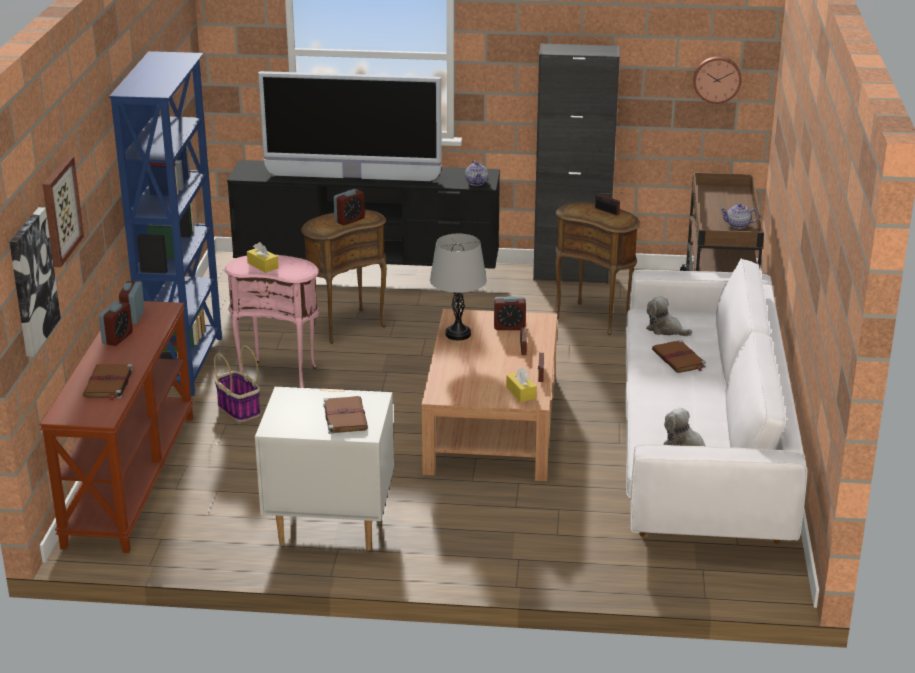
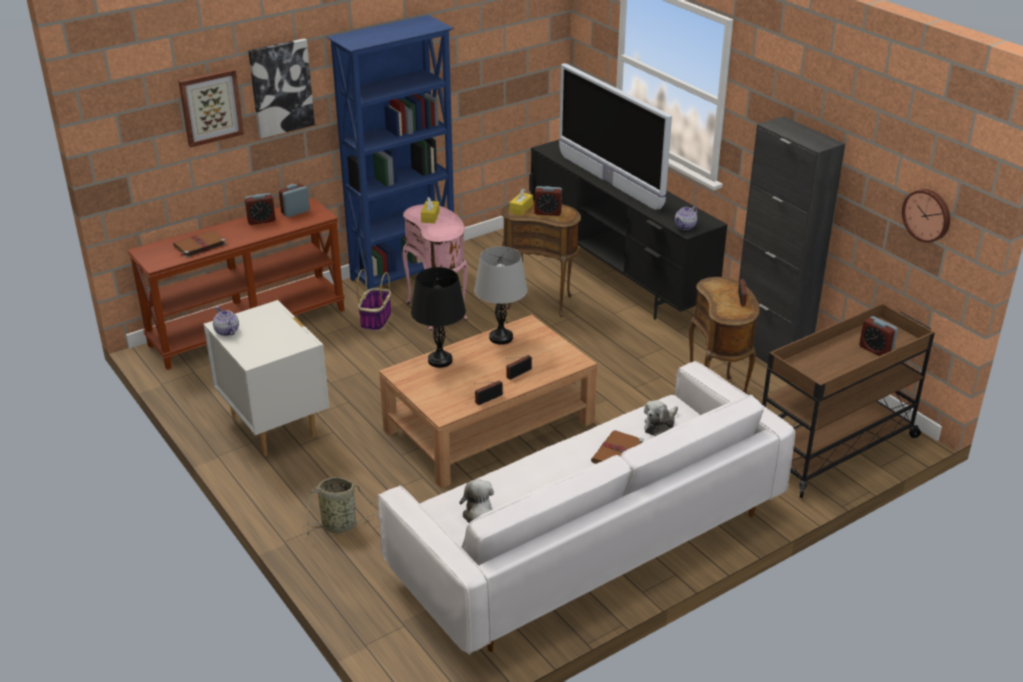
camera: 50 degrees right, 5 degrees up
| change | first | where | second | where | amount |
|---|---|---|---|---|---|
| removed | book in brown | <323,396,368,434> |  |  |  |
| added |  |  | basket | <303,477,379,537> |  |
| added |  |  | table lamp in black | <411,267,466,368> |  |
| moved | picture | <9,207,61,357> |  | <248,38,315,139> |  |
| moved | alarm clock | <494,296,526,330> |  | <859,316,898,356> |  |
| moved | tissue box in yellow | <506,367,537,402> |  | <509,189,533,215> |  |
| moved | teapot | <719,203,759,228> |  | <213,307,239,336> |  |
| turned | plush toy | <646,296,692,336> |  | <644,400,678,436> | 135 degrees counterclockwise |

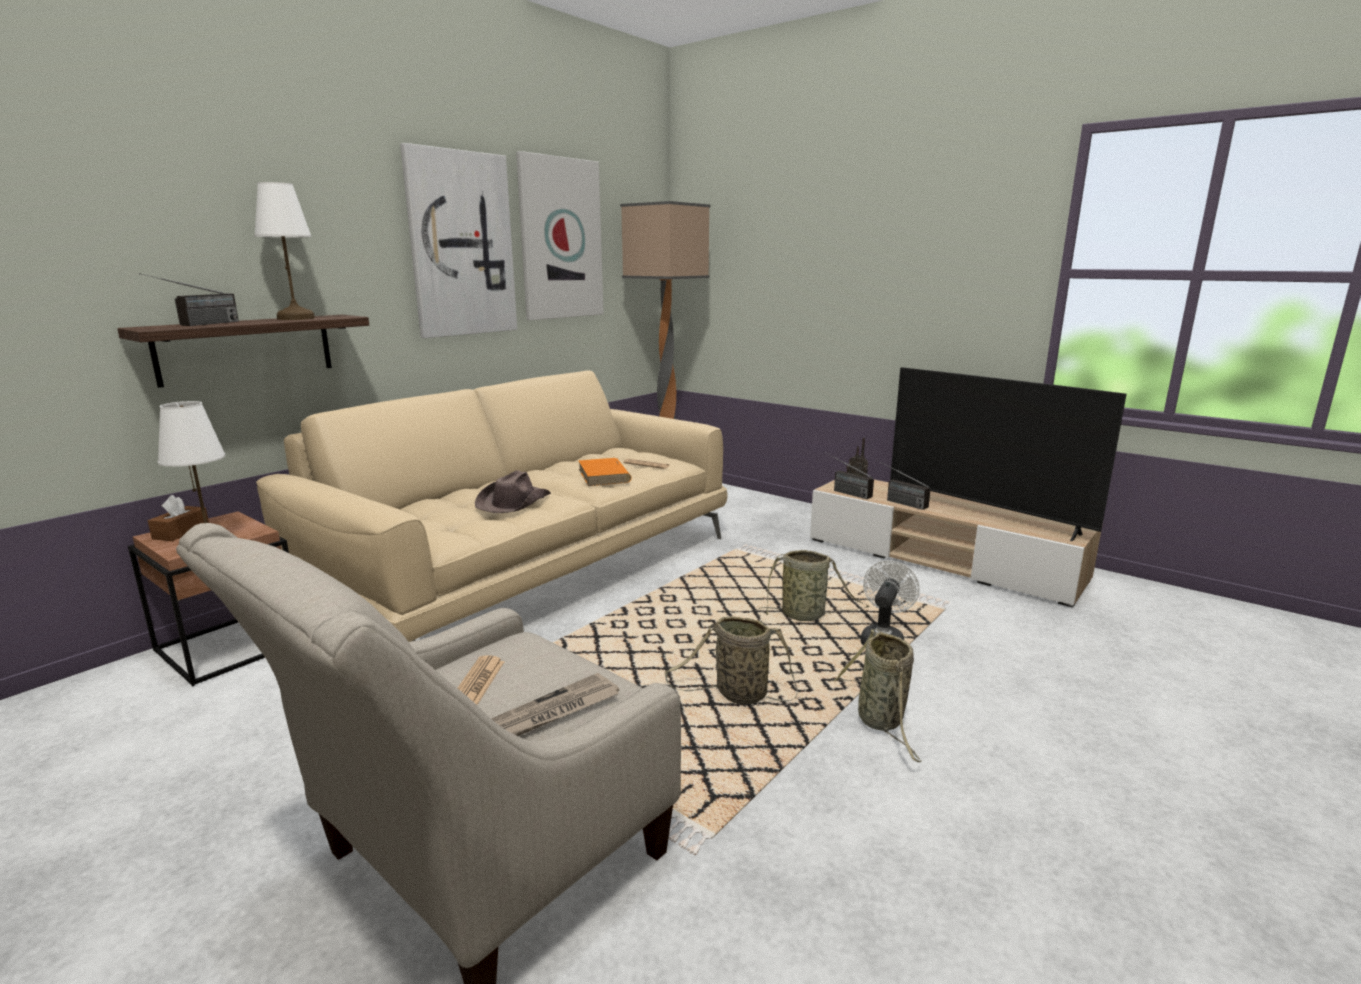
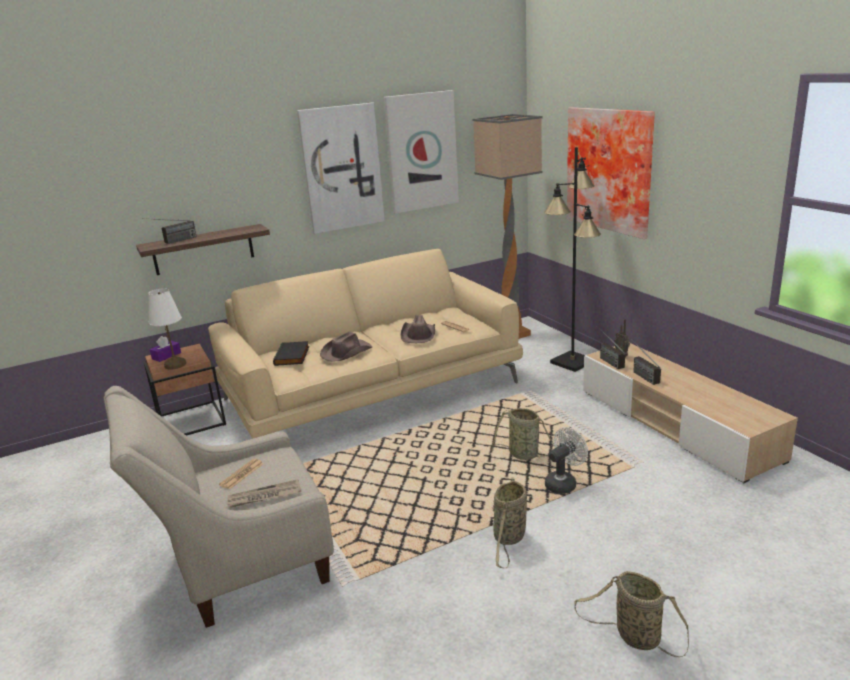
camera: 25 degrees right, 5 degrees up
| change | first | where | second | where | amount |
|---|---|---|---|---|---|
| removed | table lamp in white | <254,182,315,320> |  |  |  |
| removed | television | <890,367,1127,541> |  |  |  |
| added |  |  | book in black | <273,341,309,366> |  |
| added |  |  | floor lamp in black | <544,147,601,372> |  |
| added |  |  | picture | <567,107,655,239> |  |
| moved | basket | <665,616,797,704> |  | <574,571,689,657> |  |
| replaced | book in orange | <578,458,631,486> | hat in brown | <400,315,435,343> |  |
| recoloured | tissue box in brown | <148,495,209,541> | tissue box in purple | <150,336,181,362> |  |

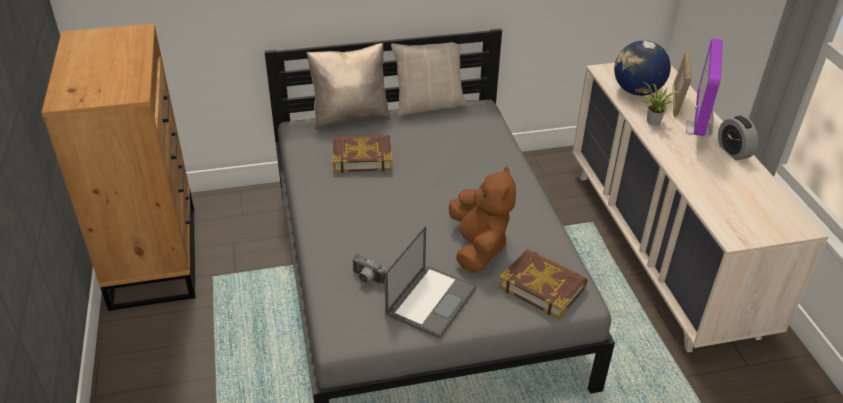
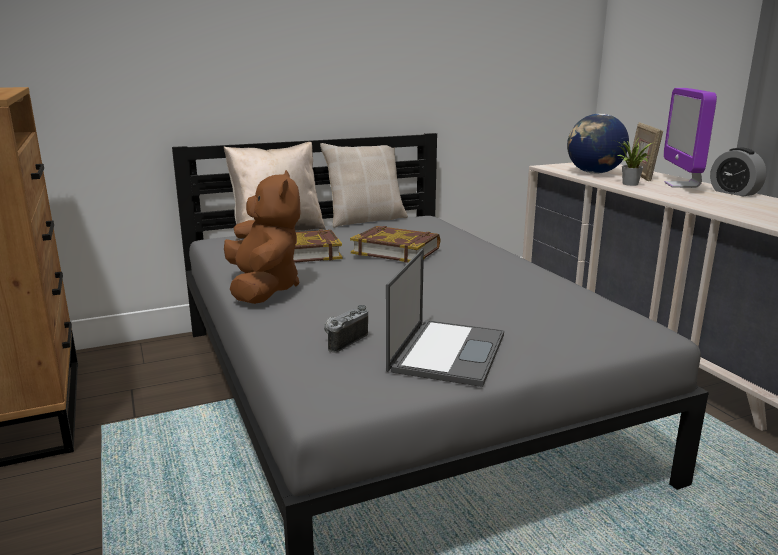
camera: 10 degrees left, 20 degrees down
| change | first | where | second | where | amount |
|---|---|---|---|---|---|
| moved | plush toy in brown | <449,166,516,273> |  | <224,170,300,304> |  |
| moved | book | <499,249,588,319> |  | <350,226,440,263> |  |
| turned | photo camera | <352,253,385,284> |  | <324,305,368,353> | 105 degrees clockwise |

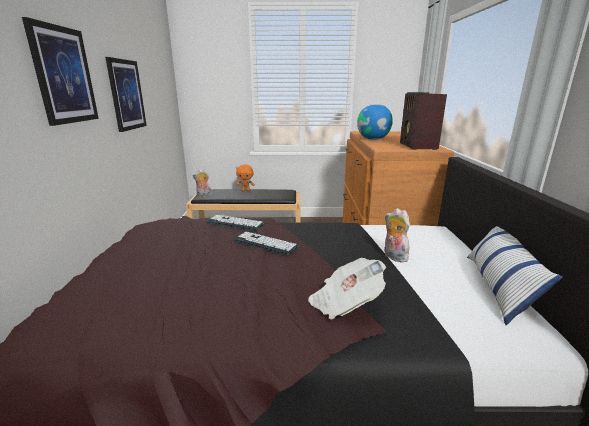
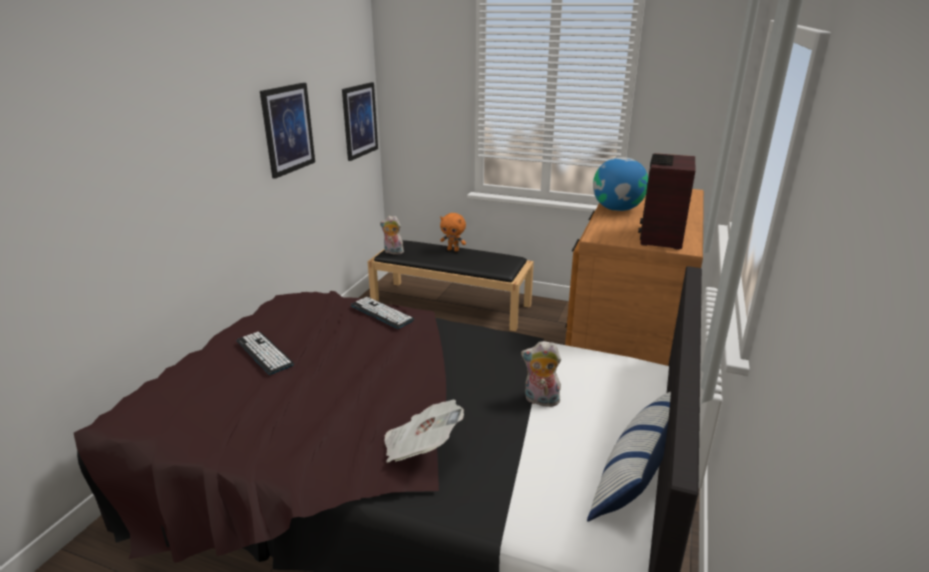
camera: 20 degrees right, 5 degrees up
| change | first | where | second | where | amount |
|---|---|---|---|---|---|
| moved | picture | <22,17,99,126> |  | <342,82,378,161> |  |
| moved | keyboard | <234,231,299,255> |  | <236,331,294,375> |  |
| turned | plush toy | <384,208,410,262> |  | <521,341,562,407> | 60 degrees counterclockwise |

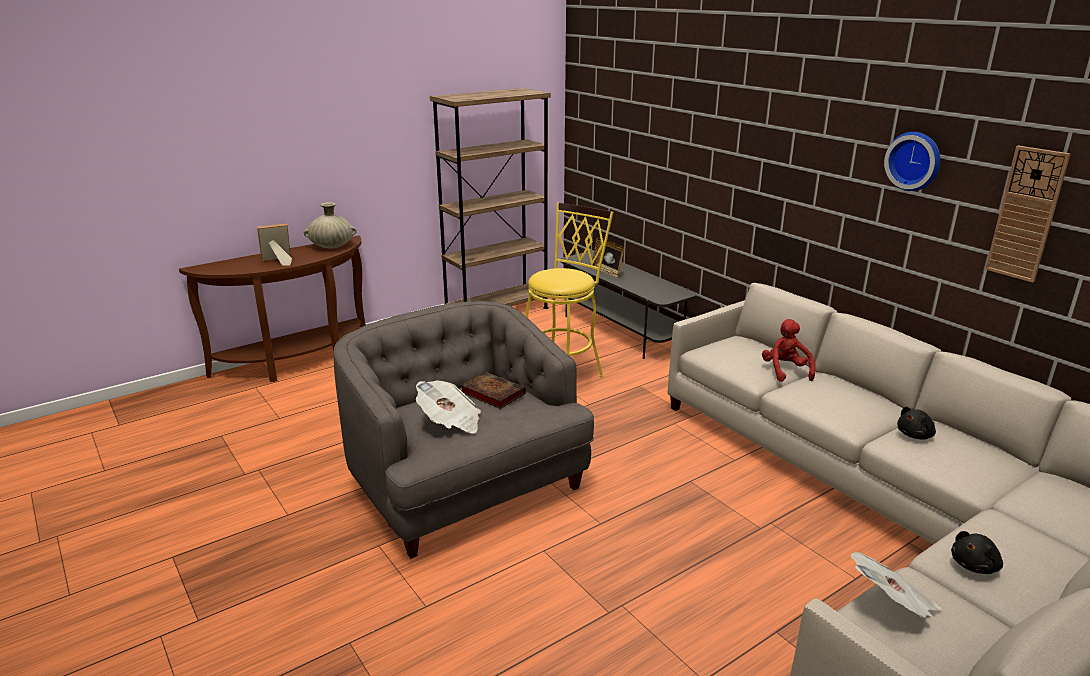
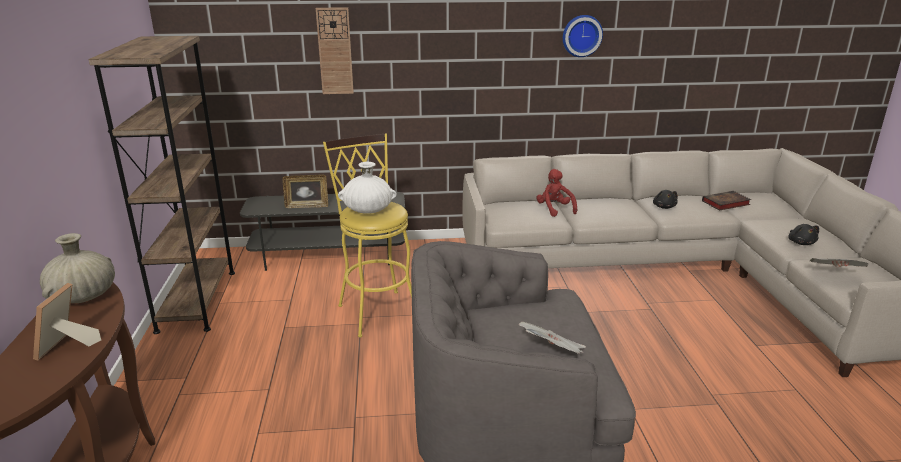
camera: 60 degrees left, 0 degrees up
| change | first | where | second | where | amount |
|---|---|---|---|---|---|
| added |  |  | vase in white | <338,162,397,214> |  |
| moved | book | <460,372,526,409> |  | <702,191,751,211> |  |
| moved | wall clock | <985,146,1071,283> |  | <316,7,354,94> |  |
| turned | plush toy in red | <762,319,815,382> |  | <536,169,577,217> | 45 degrees clockwise |

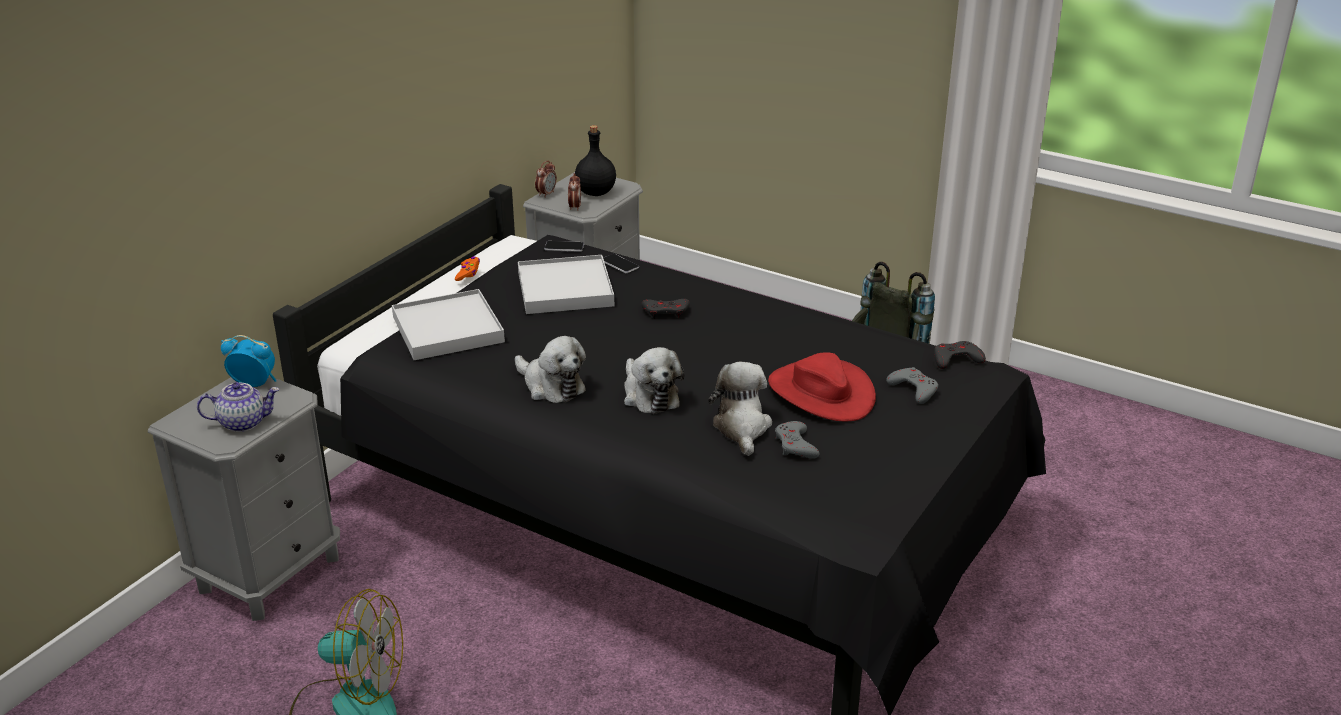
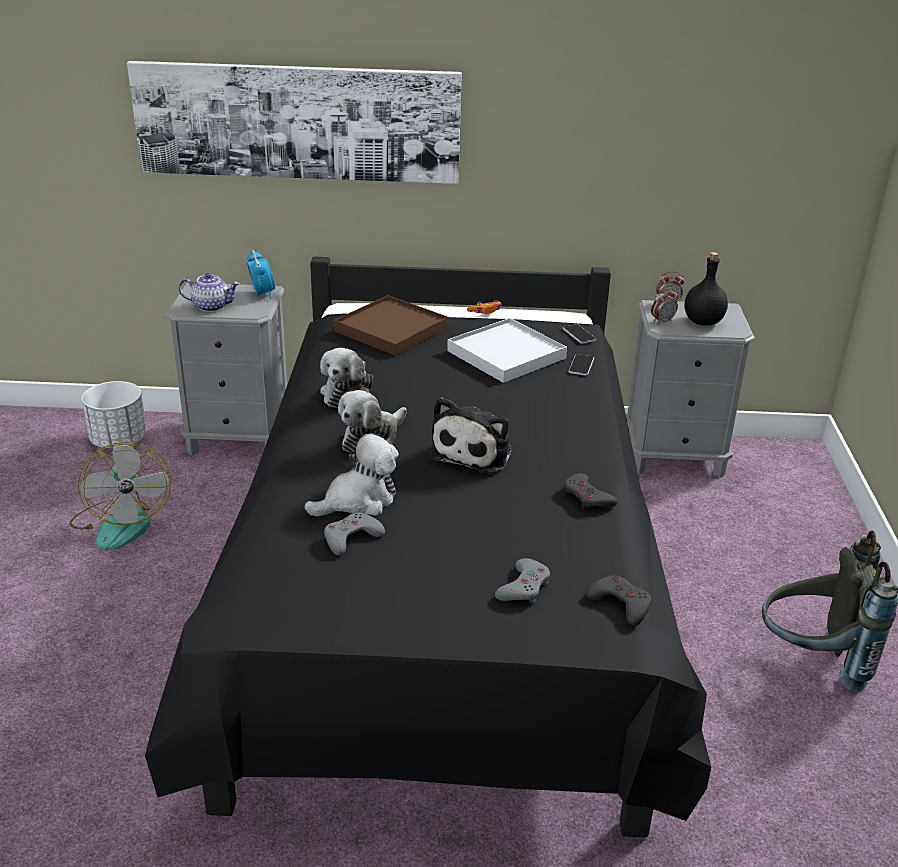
camera: 60 degrees right, 0 degrees up
| change | first | where | second | where | amount |
|---|---|---|---|---|---|
| removed | hat in red | <768,352,876,421> |  |  |  |
| added |  |  | planter in white | <82,381,147,448> |  |
| added |  |  | picture | <127,61,462,184> |  |
| added |  |  | plush toy | <429,397,512,473> |  |
| moved | game controller in grey | <641,299,690,319> |  | <564,473,618,509> |  |
| recoloured | tray in white | <392,289,505,360> | tray in brown | <334,295,449,356> |  |
| turned | teapot | <197,382,279,432> |  | <179,273,240,312> | 45 degrees counterclockwise |

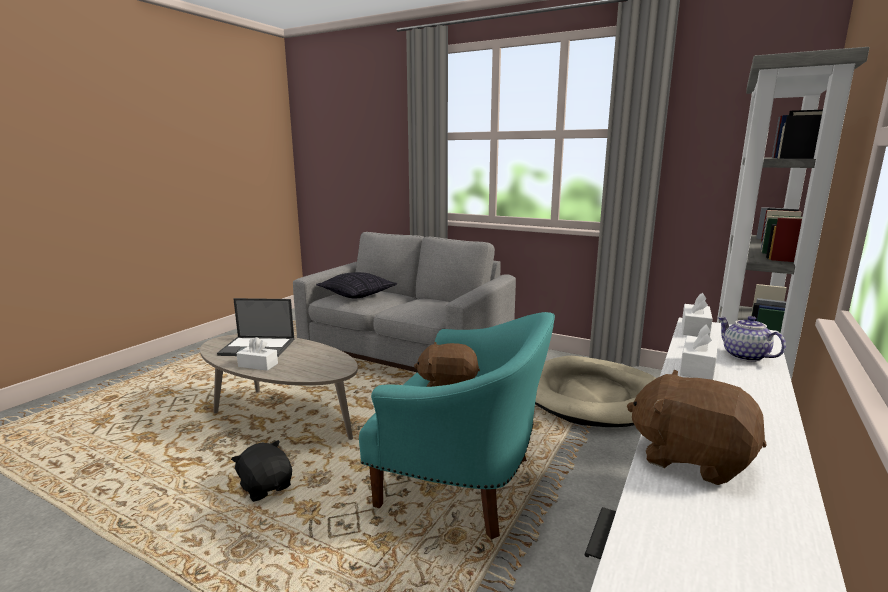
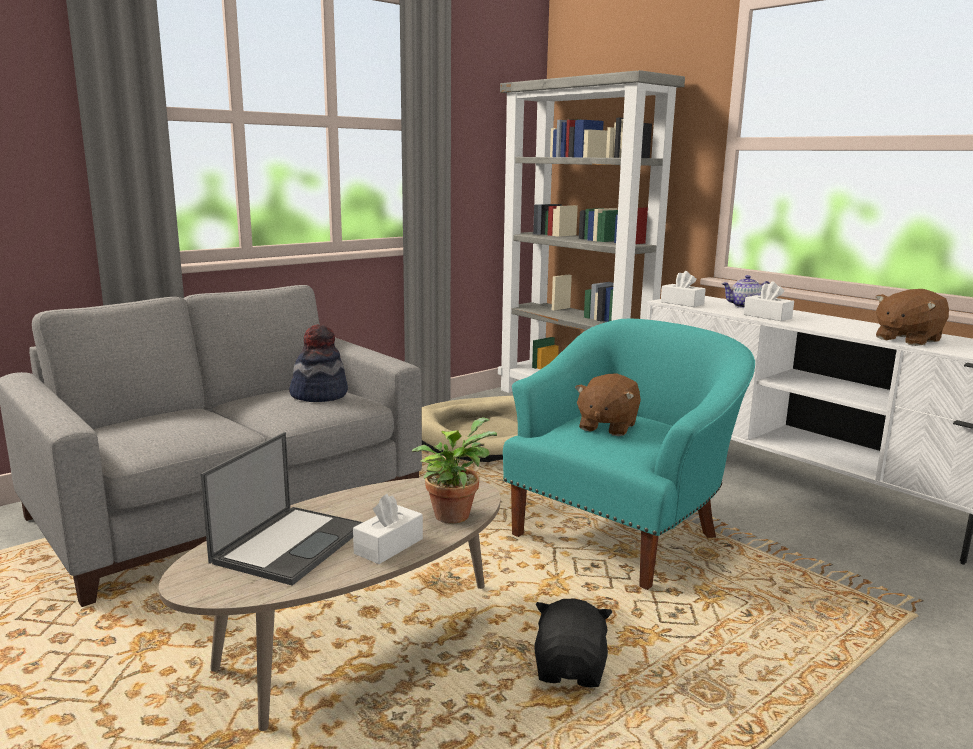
camera: 70 degrees left, 0 degrees up
| change | first | where | second | where | amount |
|---|---|---|---|---|---|
| removed | pillow | <316,272,398,298> |  |  |  |
| added |  |  | hat | <289,324,348,402> |  |
| added |  |  | potted plant | <412,417,497,524> |  |
| turned | plush toy in black | <231,440,292,502> |  | <534,599,612,688> | 120 degrees clockwise |

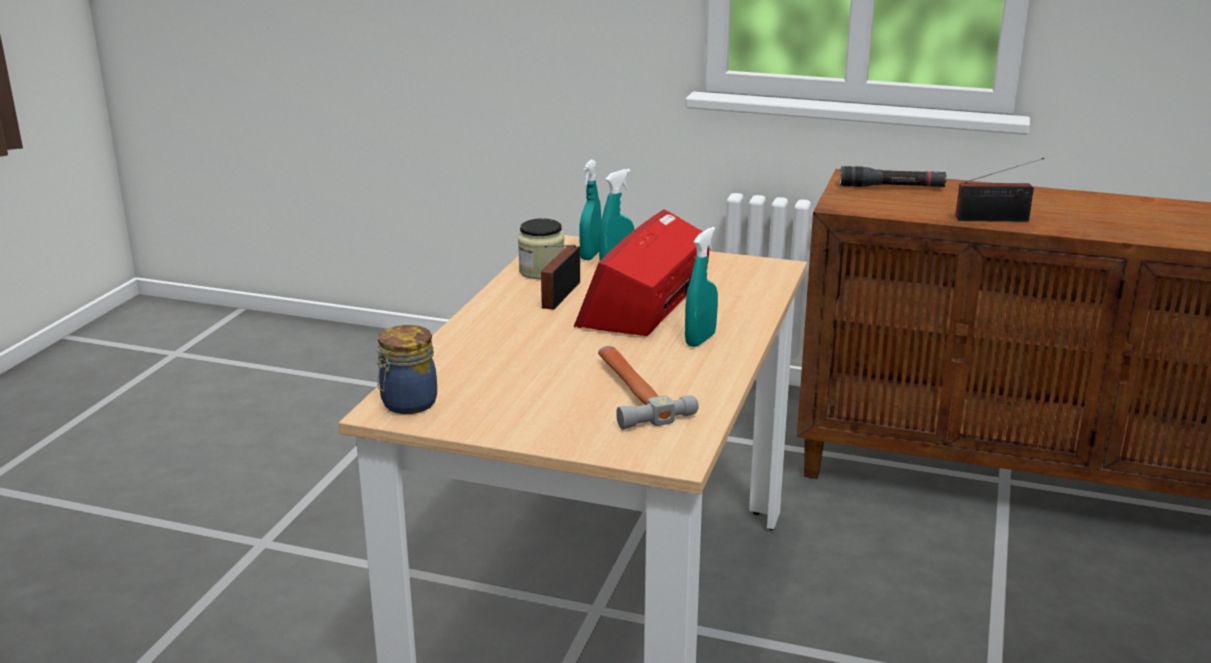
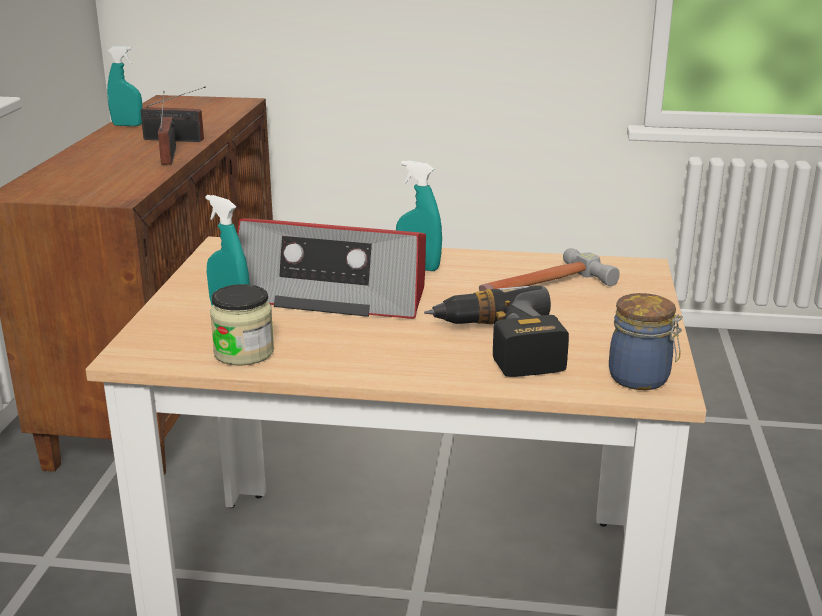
camera: 100 degrees left, 0 degrees up
| change | first | where | second | where | amount |
|---|---|---|---|---|---|
| removed | flashlight in black | <840,166,947,187> |  |  |  |
| added |  |  | power drill | <424,285,569,377> |  |
| moved | radio | <541,245,580,310> |  | <140,87,206,142> |  |
| moved | spray bottle in turquoise | <579,160,601,260> |  | <107,46,143,126> |  |

